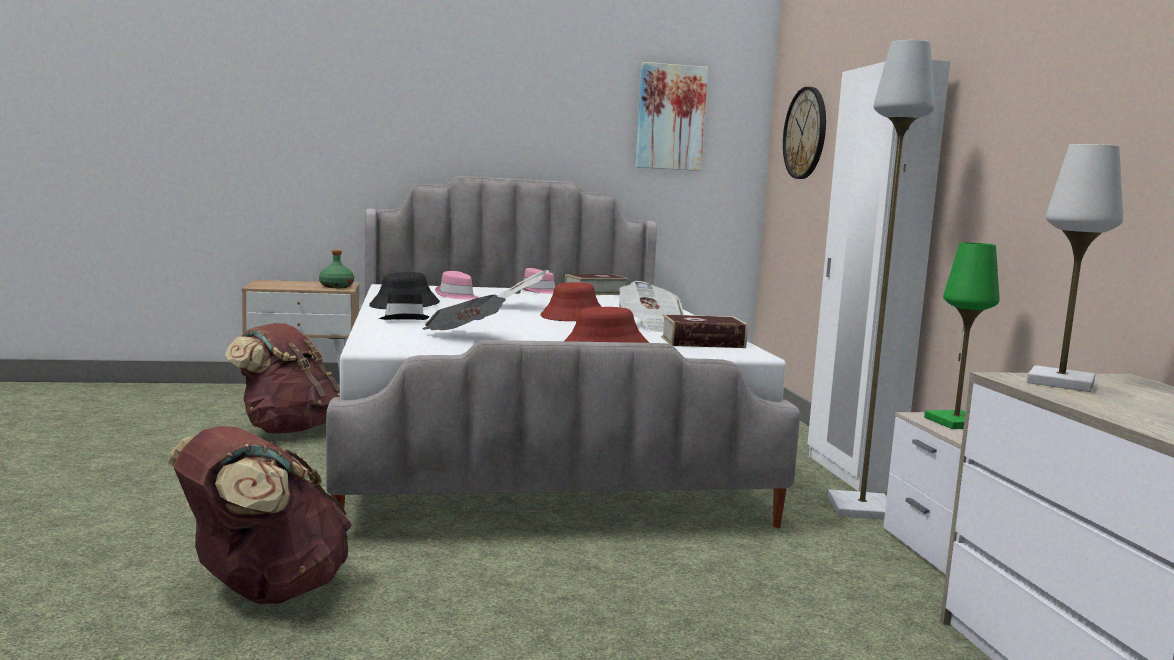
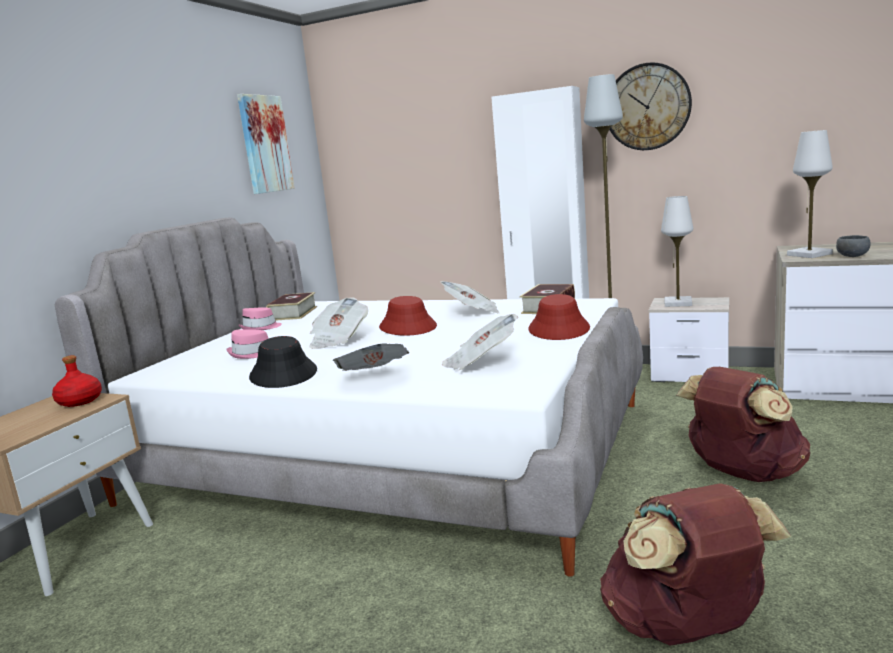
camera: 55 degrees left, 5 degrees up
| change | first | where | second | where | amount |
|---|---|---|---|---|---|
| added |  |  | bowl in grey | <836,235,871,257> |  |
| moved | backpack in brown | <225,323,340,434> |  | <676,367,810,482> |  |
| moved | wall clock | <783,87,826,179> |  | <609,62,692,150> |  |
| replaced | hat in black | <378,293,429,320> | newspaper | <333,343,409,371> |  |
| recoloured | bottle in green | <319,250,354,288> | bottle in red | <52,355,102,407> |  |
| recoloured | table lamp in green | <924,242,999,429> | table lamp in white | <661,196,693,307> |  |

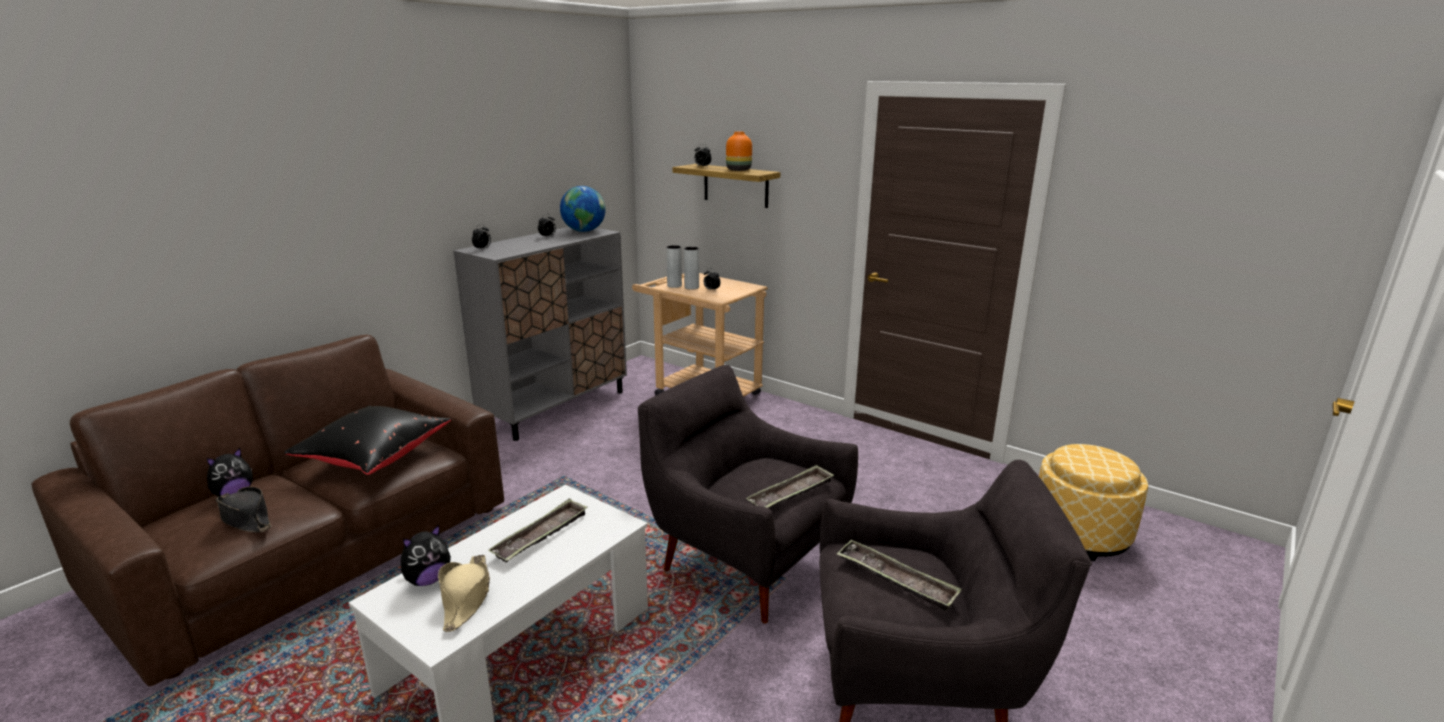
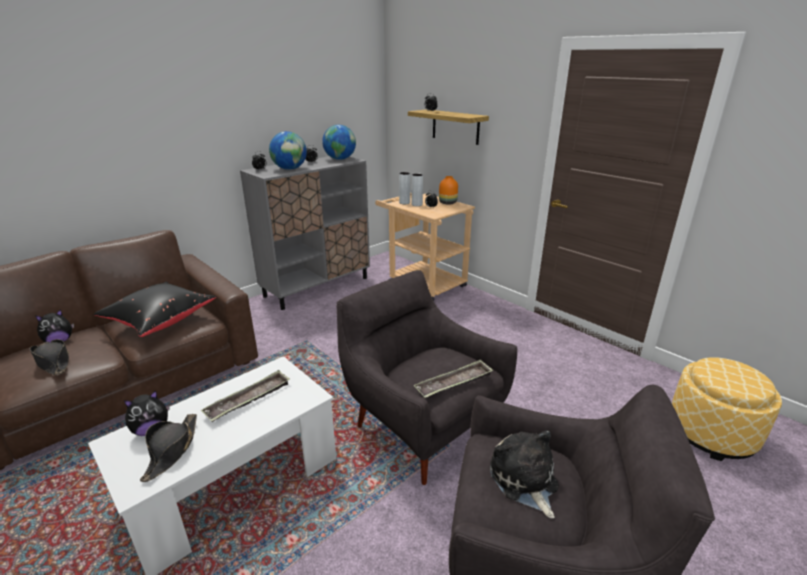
camera: 10 degrees right, 5 degrees up
| change | first | where | second | where | amount |
|---|---|---|---|---|---|
| added |  |  | globe | <269,131,307,170> |  |
| moved | vase in orange | <726,132,752,171> |  | <439,176,458,205> |  |
| replaced | tray | <837,540,962,611> | plush toy | <490,430,559,518> |  |
| recoloured | hat in beige | <438,555,490,632> | hat in black | <140,414,197,482> |  |

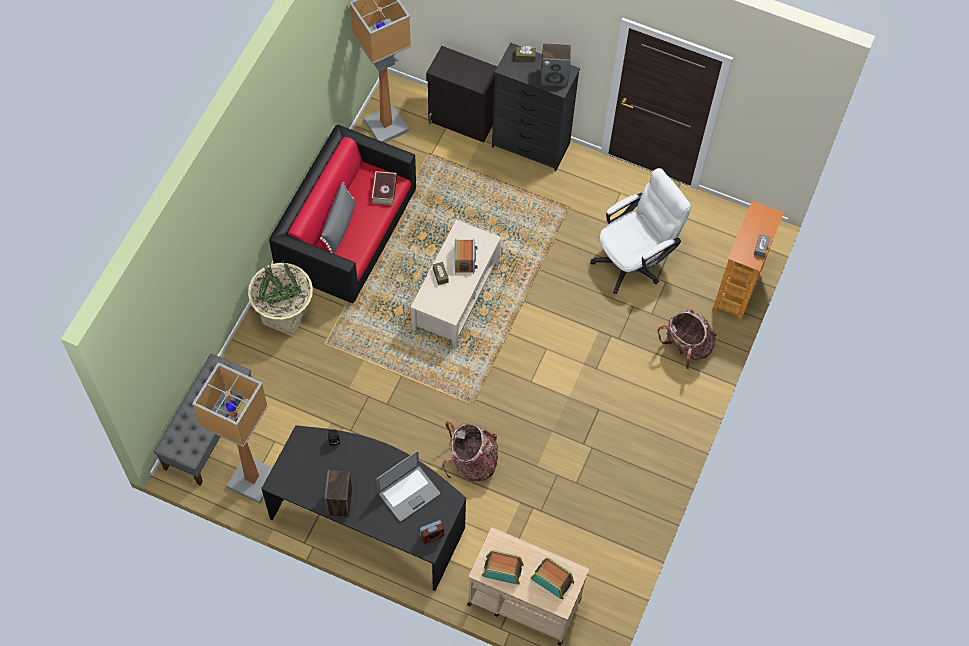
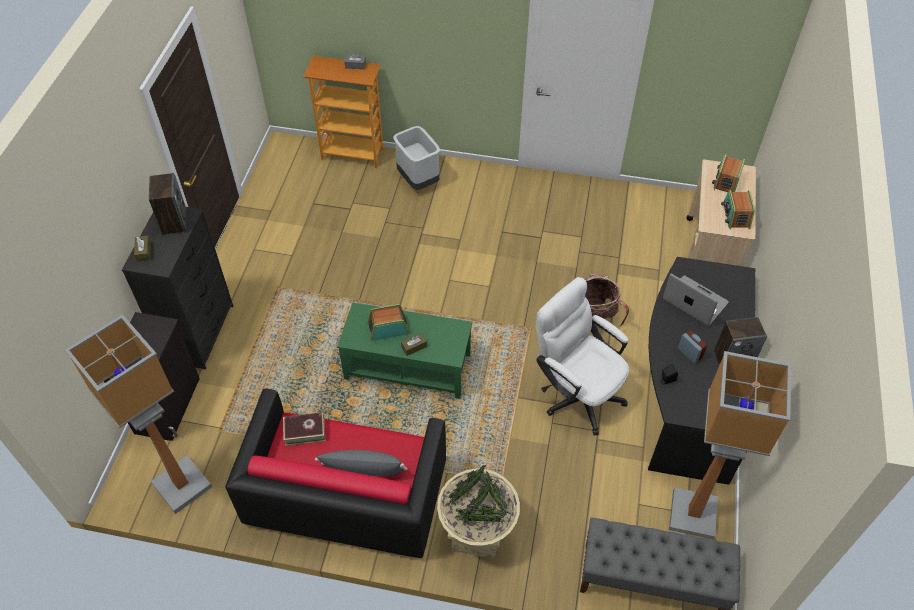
camera: 100 degrees left, 10 degrees down
| change | first | where | second | where | amount |
|---|---|---|---|---|---|
| moved | alarm clock | <420,520,444,544> |  | <678,330,707,363> |  |
| moved | office chair in white | <591,168,691,294> |  | <536,277,629,435> |  |
| replaced | backpack | <658,309,717,370> | trash can in grey | <393,126,440,190> |  |
| recoloured | coffee table in beige | <410,220,501,348> | coffee table in green | <337,302,472,399> |  |

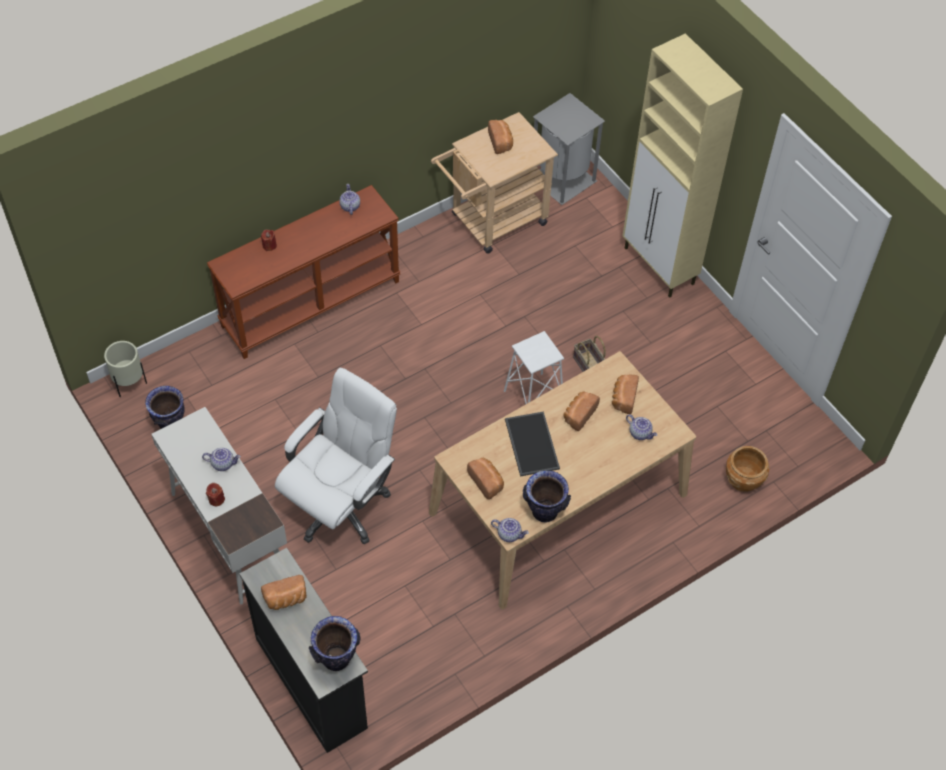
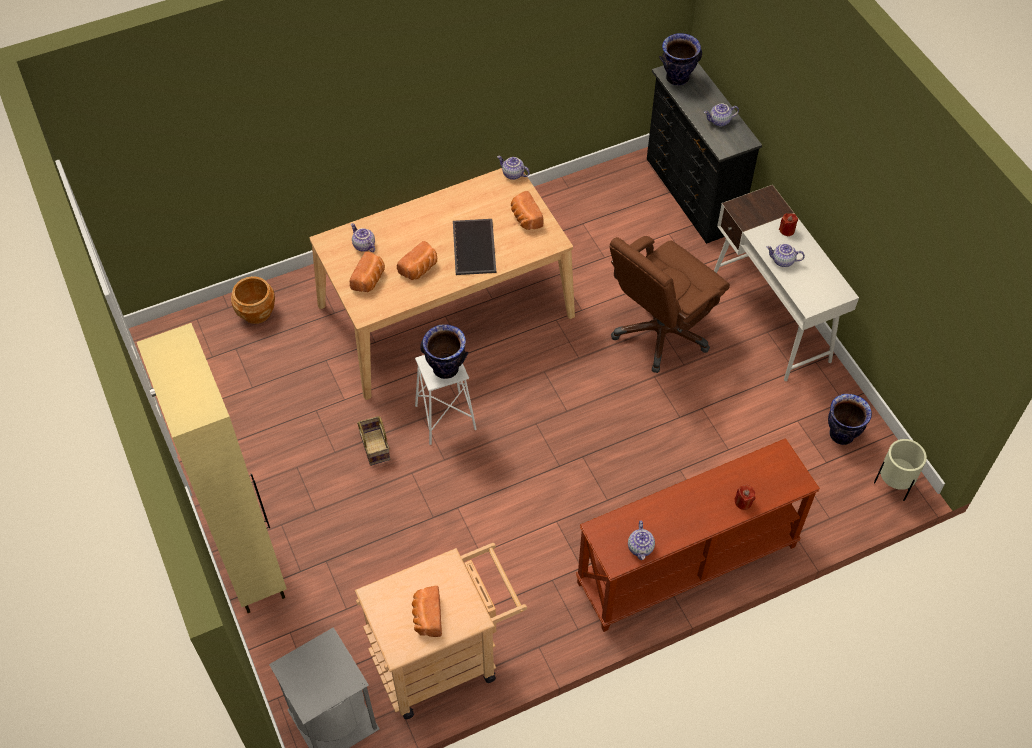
camera: 170 degrees left, 0 degrees up
| change | first | where | second | where | amount |
|---|---|---|---|---|---|
| moved | vase | <523,470,571,522> |  | <420,324,469,379> |  |
| replaced | bread | <261,575,307,610> | teapot | <704,104,739,126> |  |
| recoloured | office chair in white | <275,368,397,544> | office chair in brown | <609,236,730,373> |  |

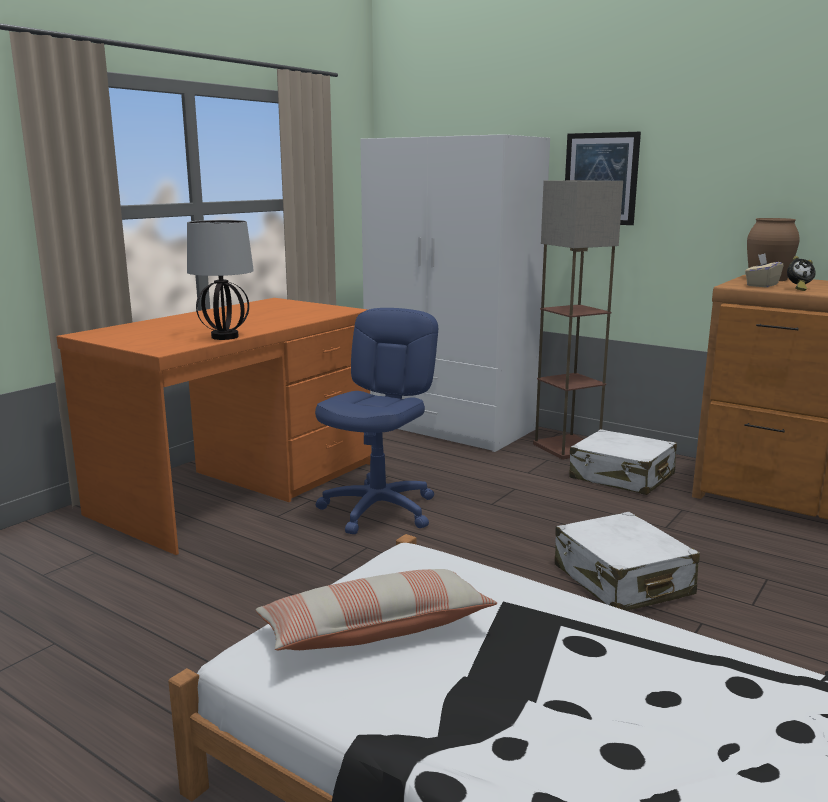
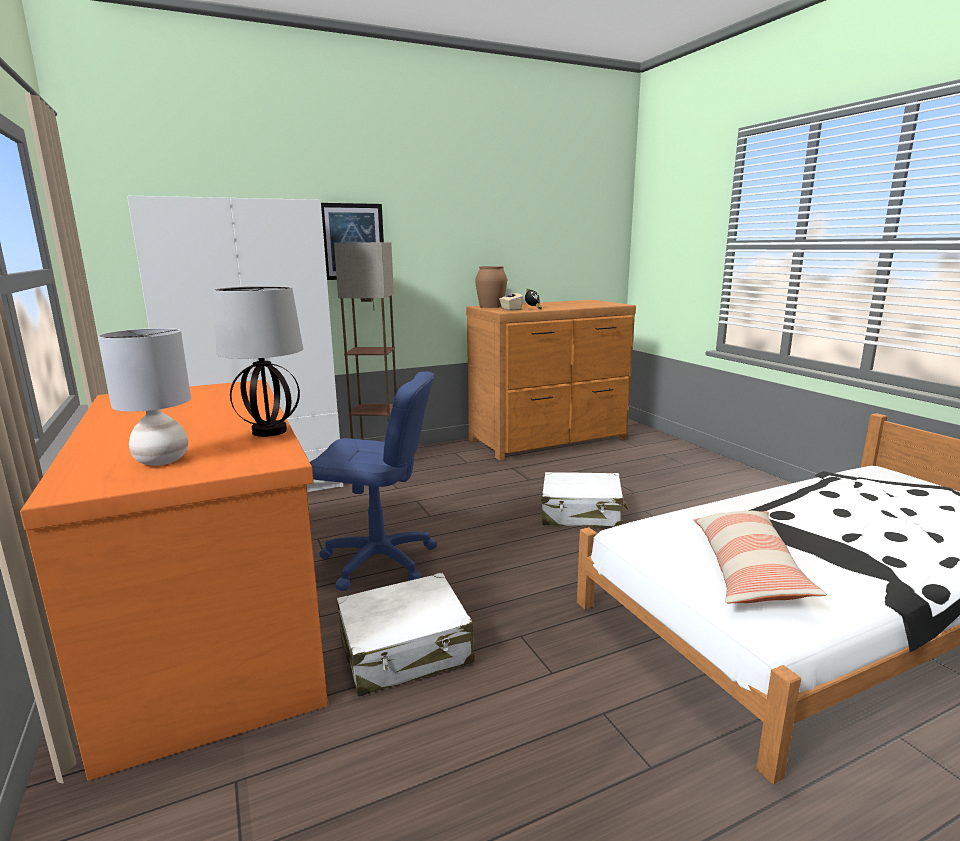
camera: 60 degrees left, 0 degrees up
| change | first | where | second | where | amount |
|---|---|---|---|---|---|
| added |  |  | table lamp in grey | <98,328,191,466> |  |
| moved | suitcase in white | <570,429,677,495> |  | <337,573,475,697> |  |
| turned | office chair in blue | <315,308,438,534> |  | <310,372,437,591> | 135 degrees clockwise |

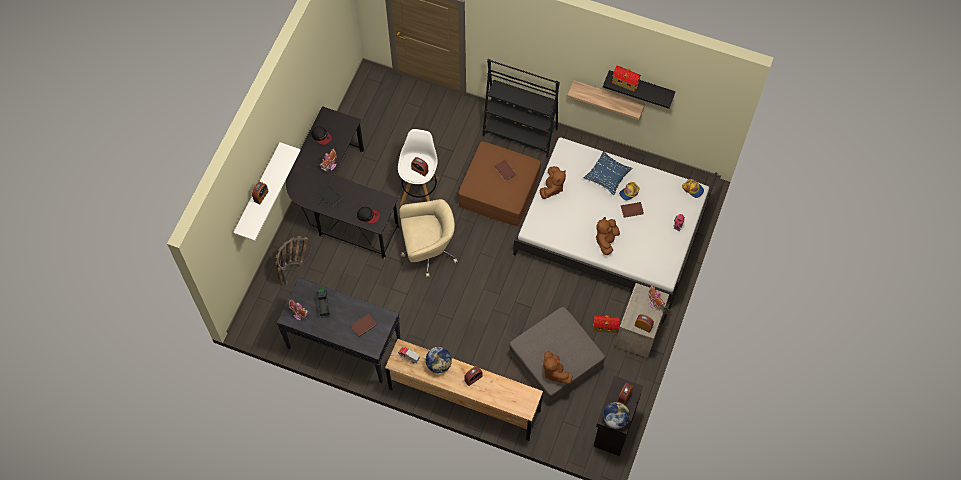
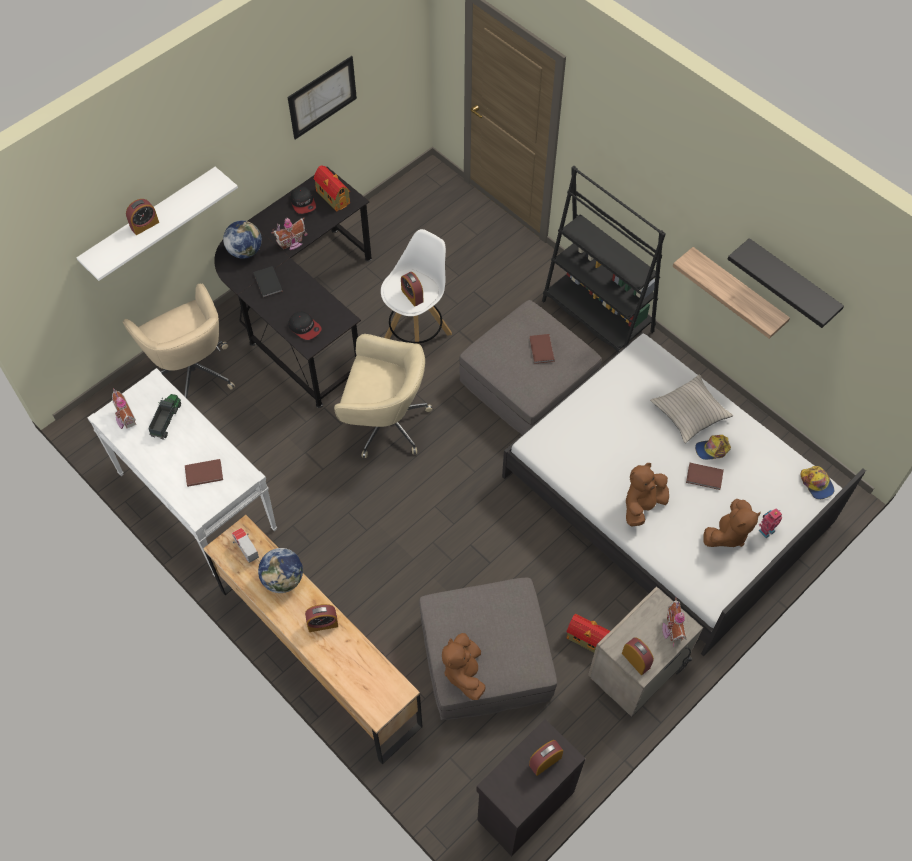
camera: 25 degrees right, 5 degrees down
| change | first | where | second | where | amount |
|---|---|---|---|---|---|
| added |  |  | picture | <288,56,357,140> |  |
| moved | plush toy in brown | <539,166,566,199> |  | <704,499,761,547> |  |
| moved | globe | <603,402,630,429> |  | <223,220,262,259> |  |
| moved | toy house | <612,66,641,92> |  | <314,165,350,212> |  |
| replaced | basket | <275,236,311,285> | office chair in beige | <123,284,235,399> |  |
| recoloured | console table in black | <276,277,401,383> | console table in white | <87,368,277,576> |  |
| recoloured | ottoman in brown | <458,141,541,227> | ottoman in grey | <459,300,601,435> |  |
| recoloured | pillow in blue | <584,151,632,195> | pillow in beige | <650,374,733,443> |  |

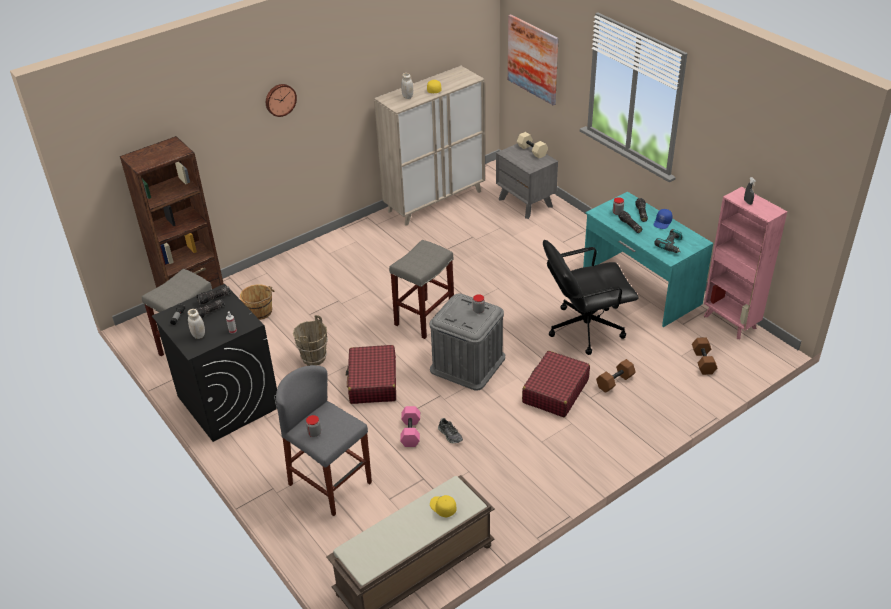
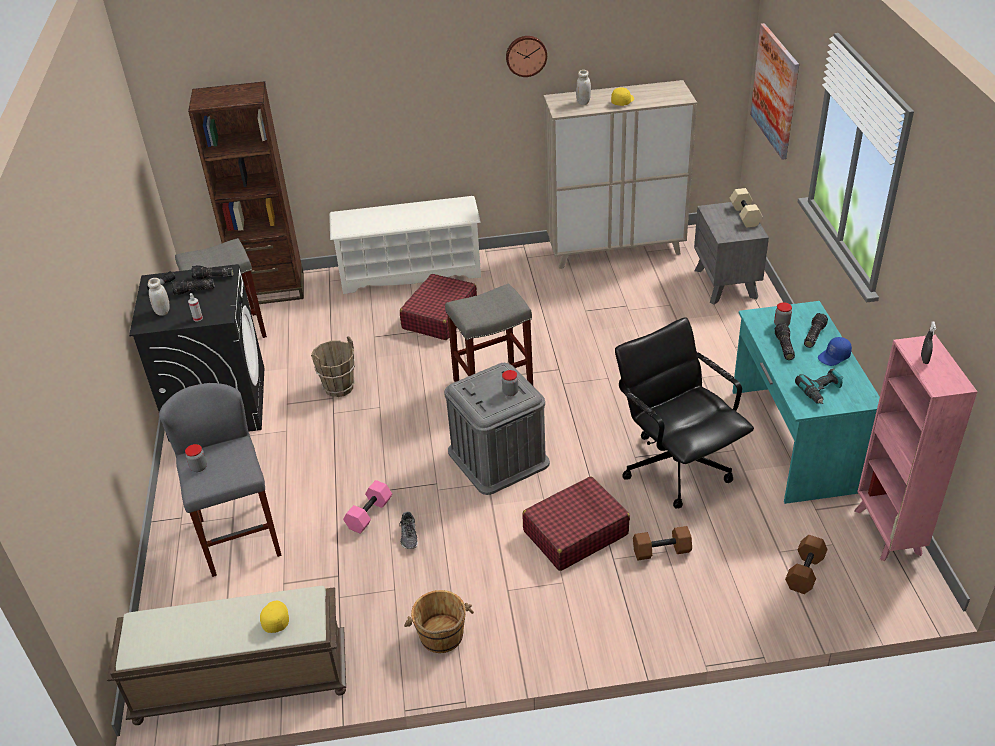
camera: 30 degrees right, 0 degrees up
| change | first | where | second | where | amount |
|---|---|---|---|---|---|
| added |  |  | shoe rack in white | <329,196,481,294> |  |
| moved | bucket in brown | <240,284,274,320> |  | <404,590,474,653> |  |
| moved | wall clock | <266,84,297,117> |  | <506,36,547,77> |  |
| moved | suitcase in red | <346,345,396,404> |  | <400,274,477,340> |  |
| turned | office chair in black | <543,240,638,355> |  | <615,318,754,509> | 45 degrees clockwise |

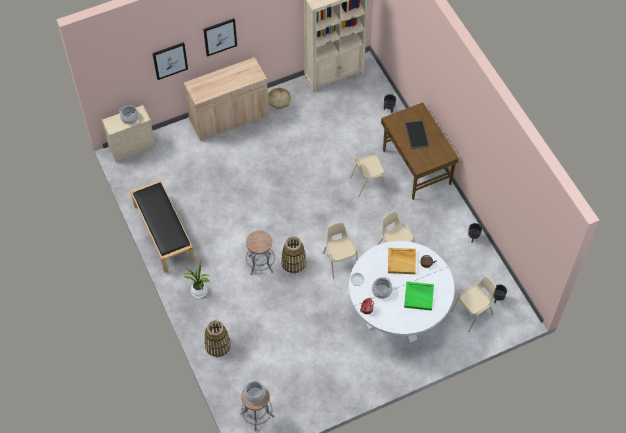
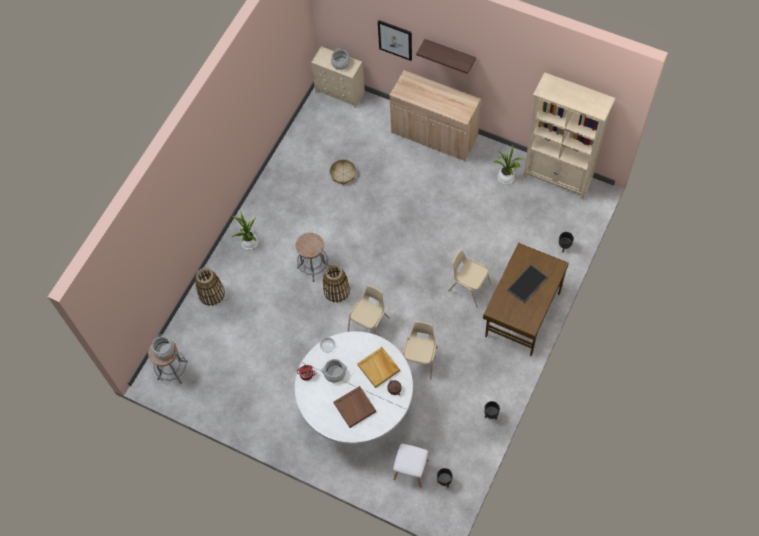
camera: 55 degrees right, 5 degrees up
| change | first | where | second | where | amount |
|---|---|---|---|---|---|
| removed | bench in black | <130,180,195,273> |  |  |  |
| added |  |  | potted plant | <493,146,525,184> |  |
| moved | basket | <268,88,291,110> |  | <330,159,356,185> |  |
| replaced | picture | <203,18,237,57> | shelf | <416,39,476,74> |  |
| replaced | chair in beige | <451,275,496,332> | stool in white | <393,444,429,487> |  |
| recoloured | tray in green | <404,282,434,311> | tray in brown | <334,386,376,428> |  |

